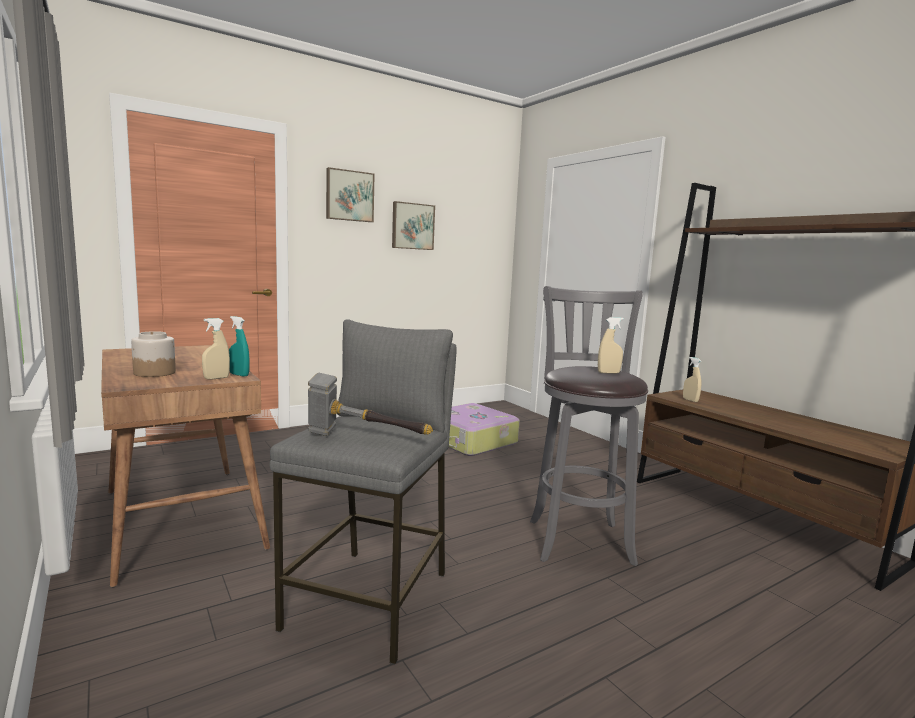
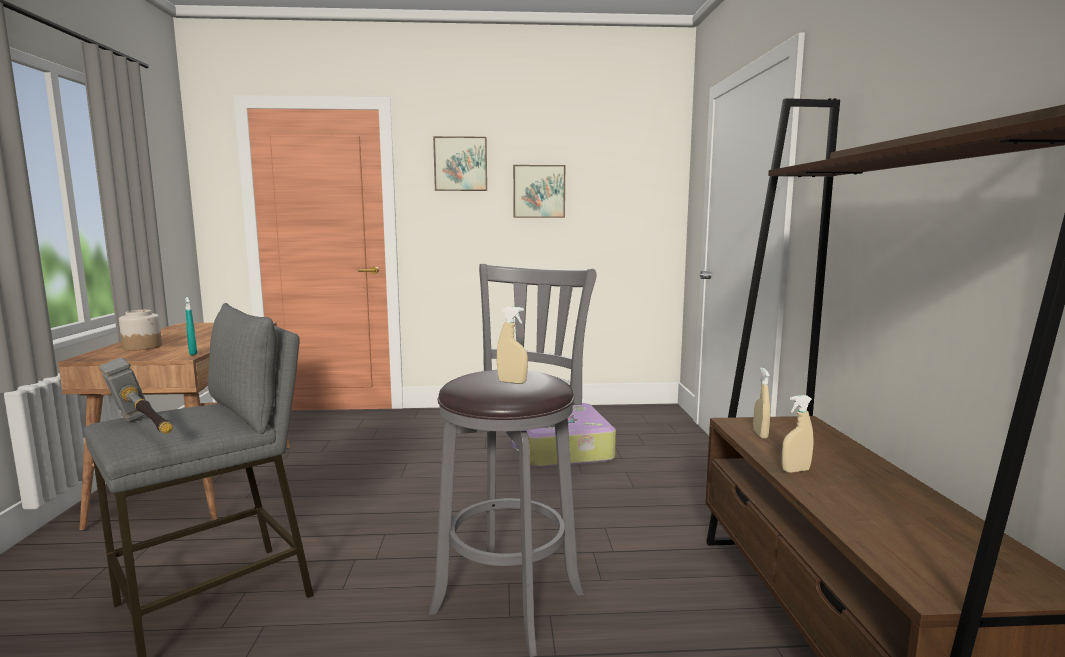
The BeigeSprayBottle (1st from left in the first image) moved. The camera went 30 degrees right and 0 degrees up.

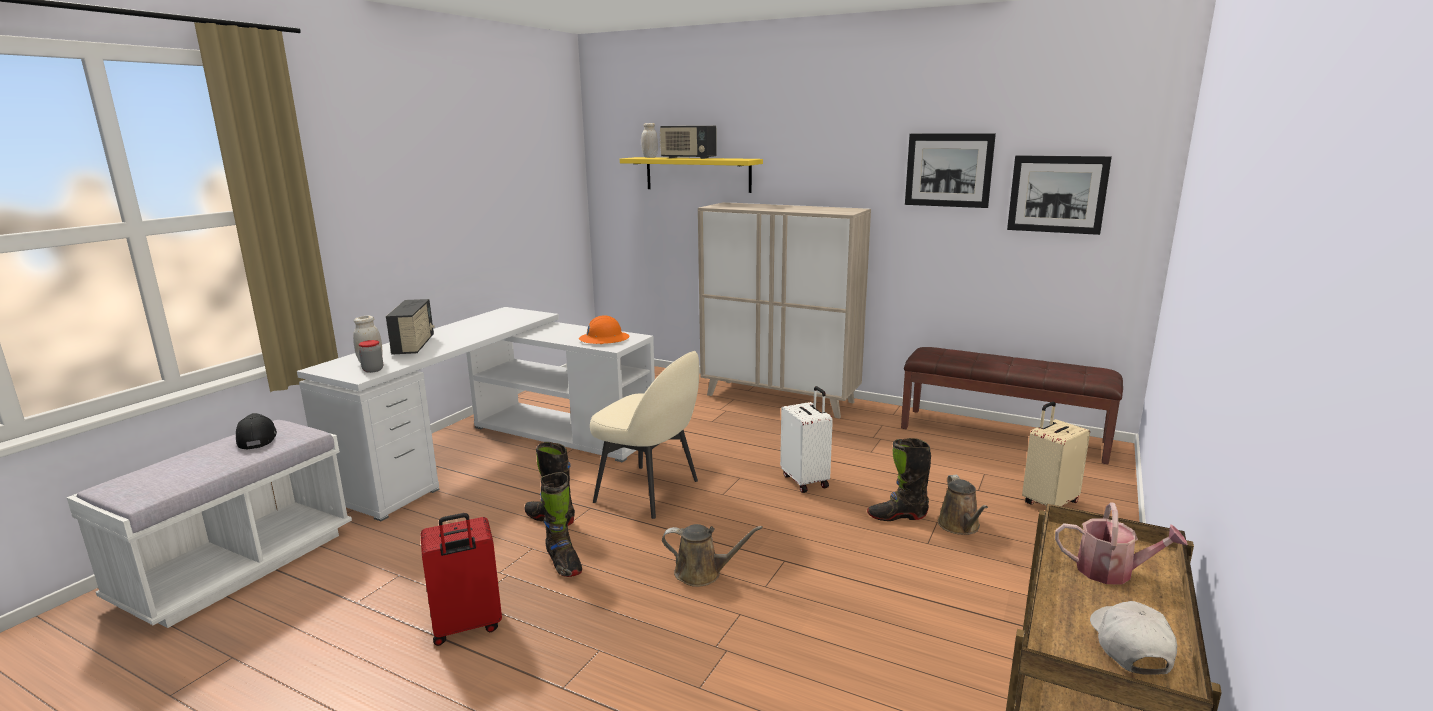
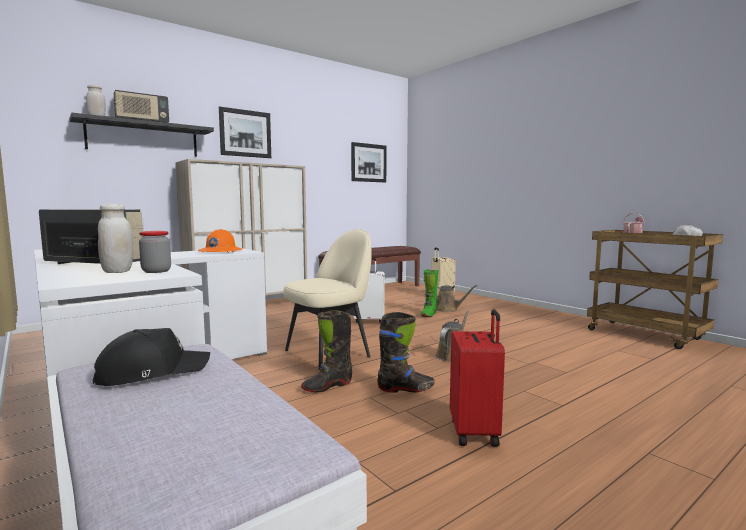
The Picture (1st from left) moved. The YellowShelf became the BlackShelf. The BlackBoot (3rd from left) became the GreenBoot. The BlackCap turned 150 degrees clockwise. The camera went 65 degrees left and 10 degrees down.

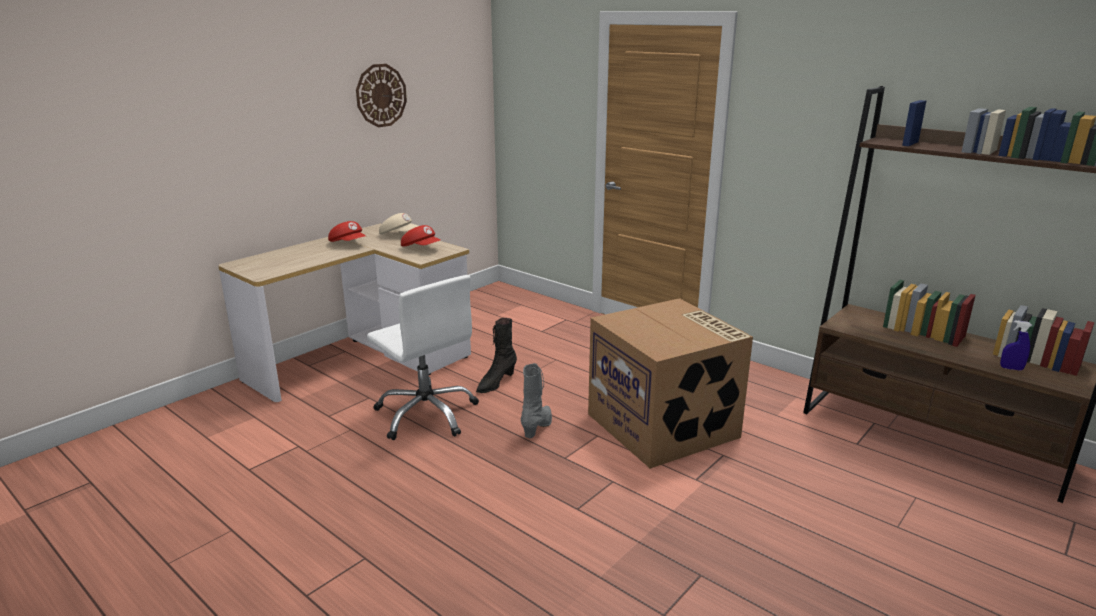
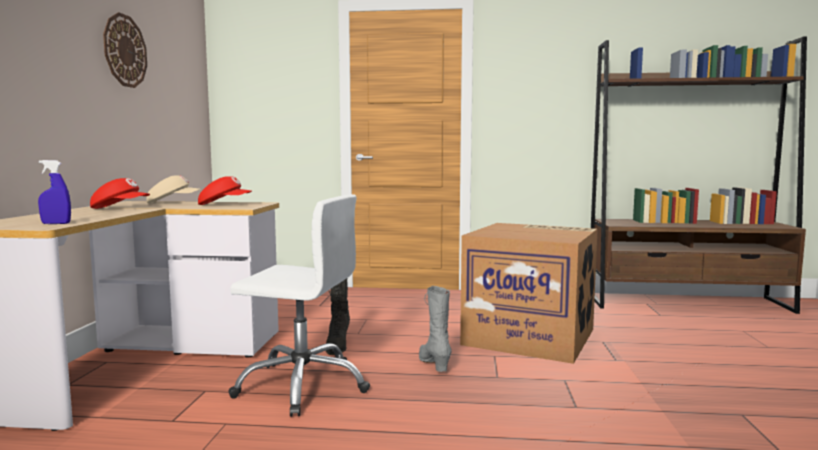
The BlueSprayBottle moved. The camera went 35 degrees left and 15 degrees down.

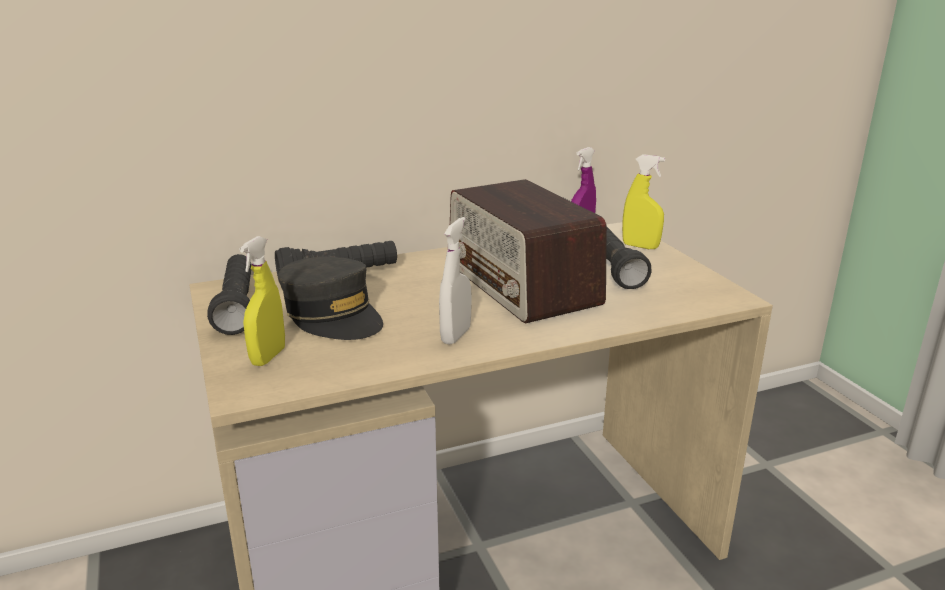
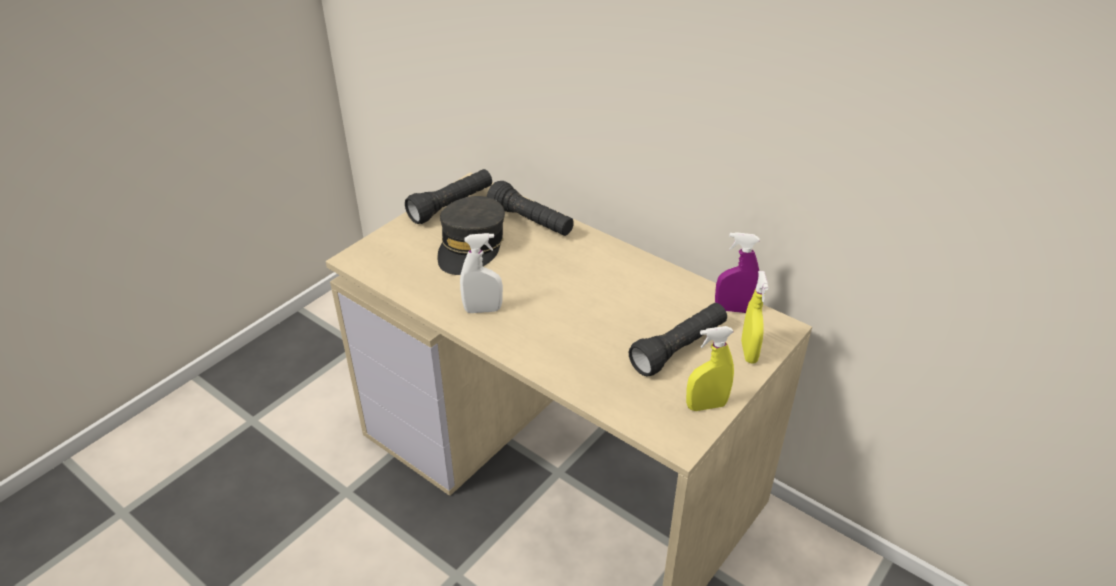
The Radio disappeared. The YellowSprayBottle (1st from left) moved. The camera went 60 degrees right and 15 degrees up.

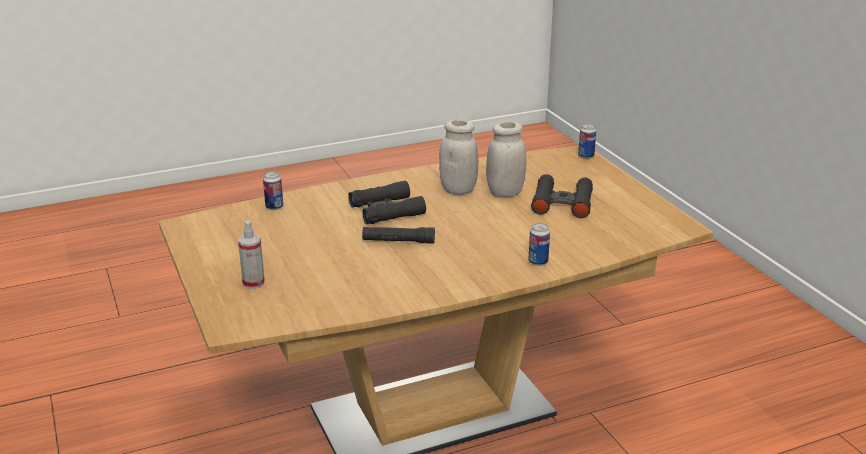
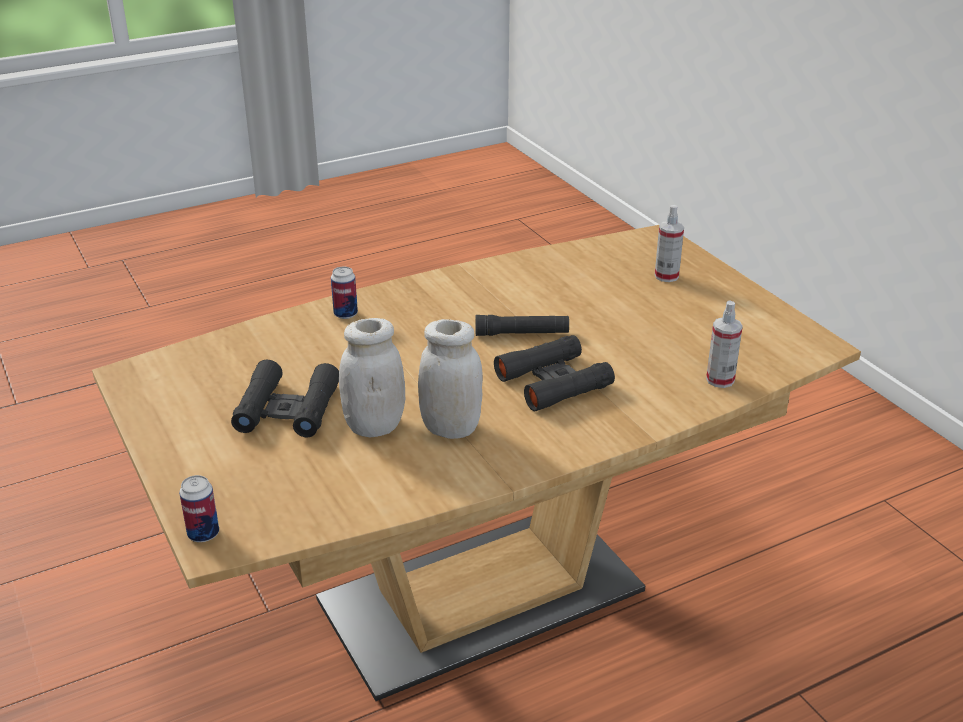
The Can (1st from left) was replaced by the SprayBottle (2nd from left). The camera went 175 degrees right and 5 degrees up.

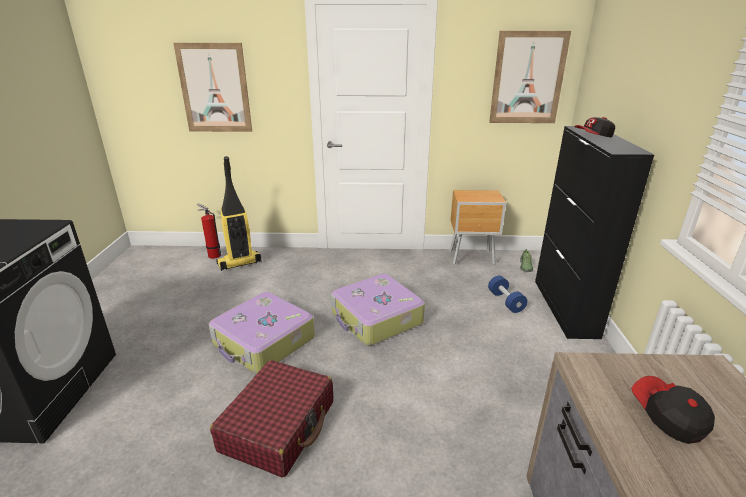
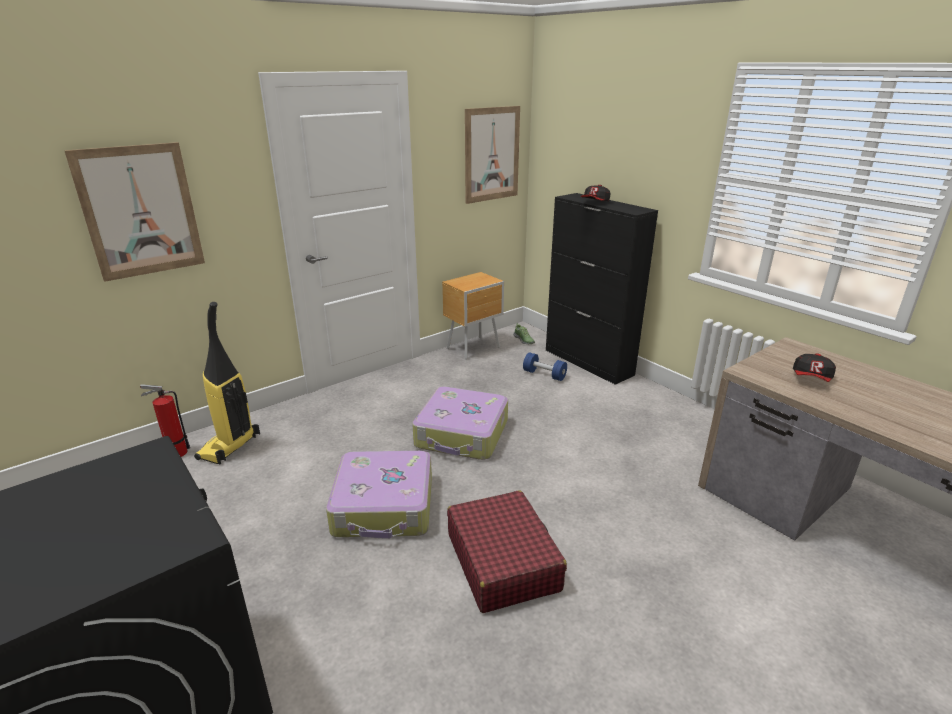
The Cap (2nd from left) turned 90 degrees counterclockwise. The camera went 40 degrees left and 0 degrees up.

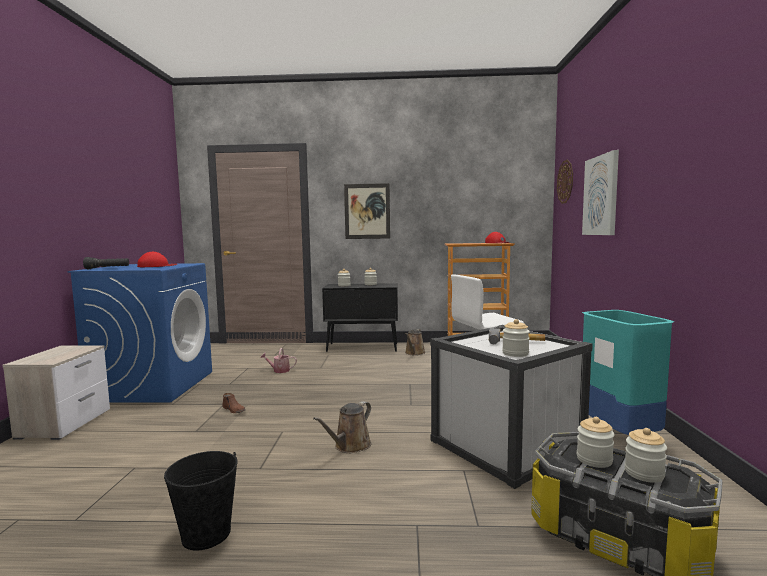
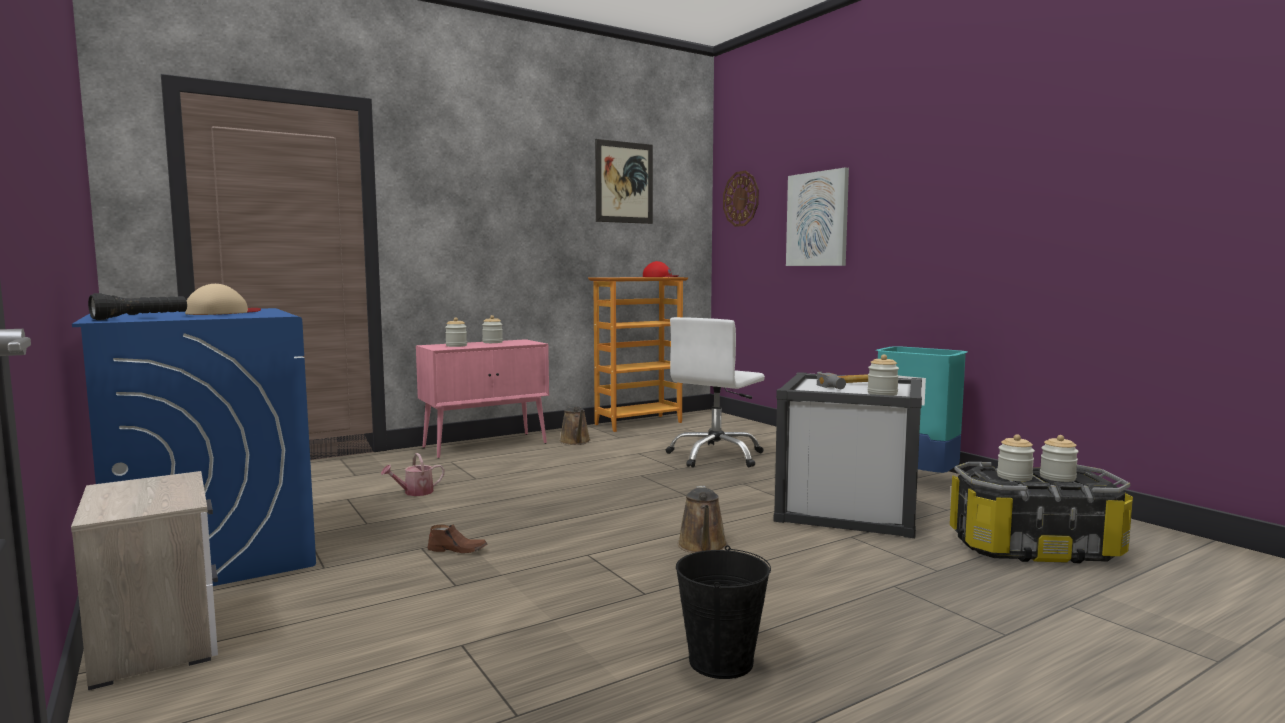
The Picture (1st from left) moved. The RedCap (1st from left) became the BeigeCap. The BlackCabinet became the PinkCabinet. The camera went 35 degrees left and 0 degrees up.

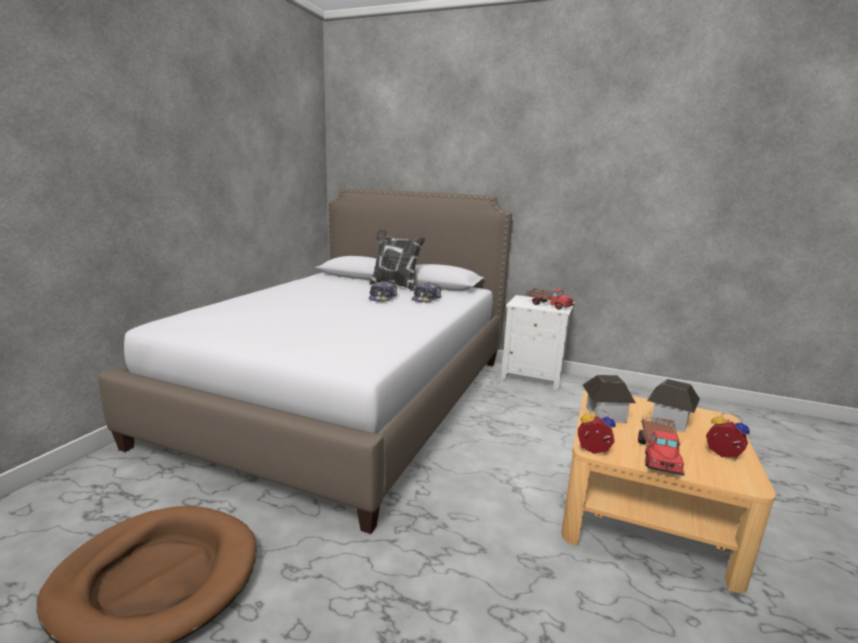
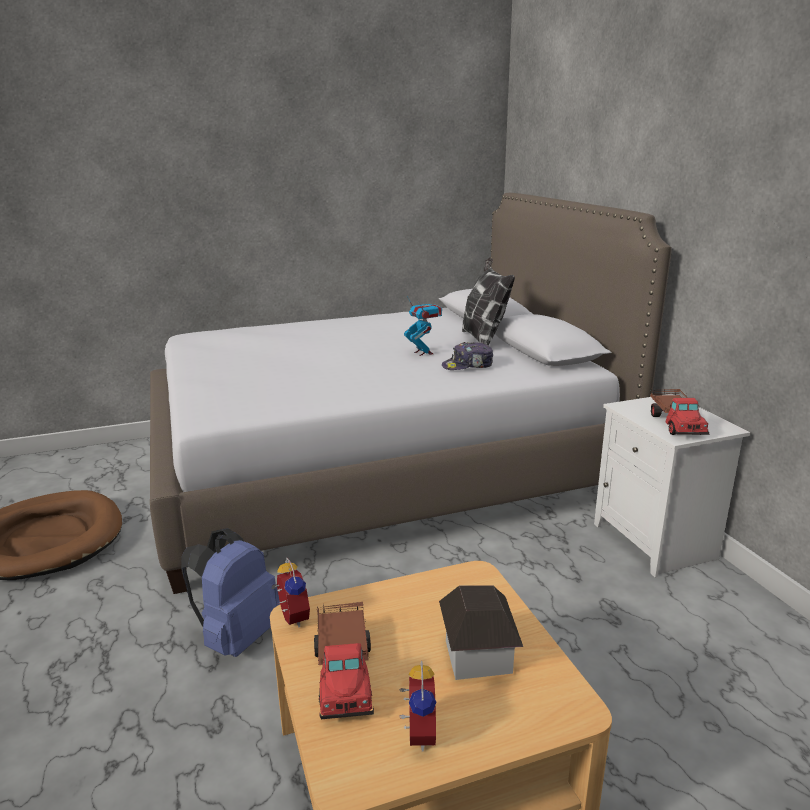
The ToyHouse (1st from left) disappeared. The BlueBackpack appeared. The Cap (1st from left) was replaced by the ToyRobot. The ToyTruck (2nd from left in the first image) turned 75 degrees counterclockwise. The camera went 50 degrees right and 5 degrees up.

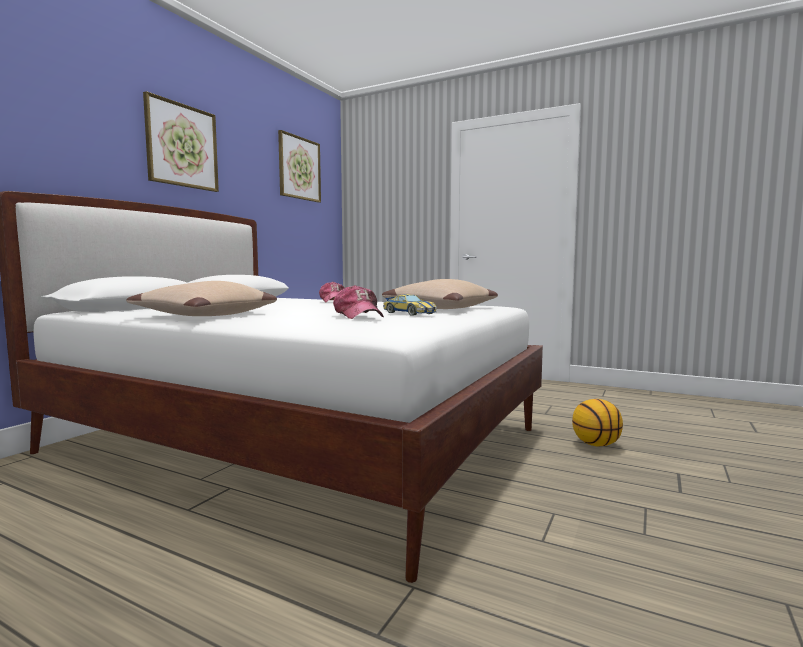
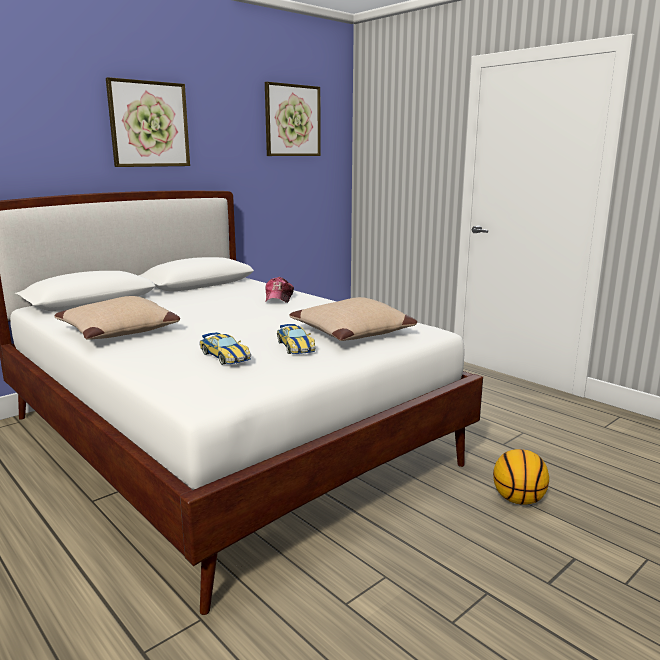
The Cap (2nd from left) was replaced by the ToyCar (1st from left). The camera went 20 degrees right and 10 degrees up.

